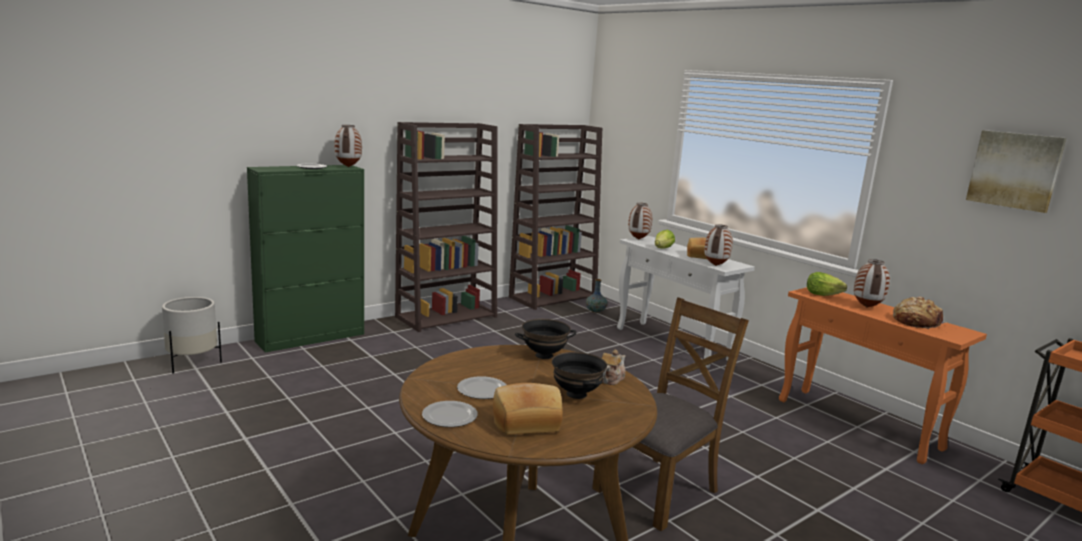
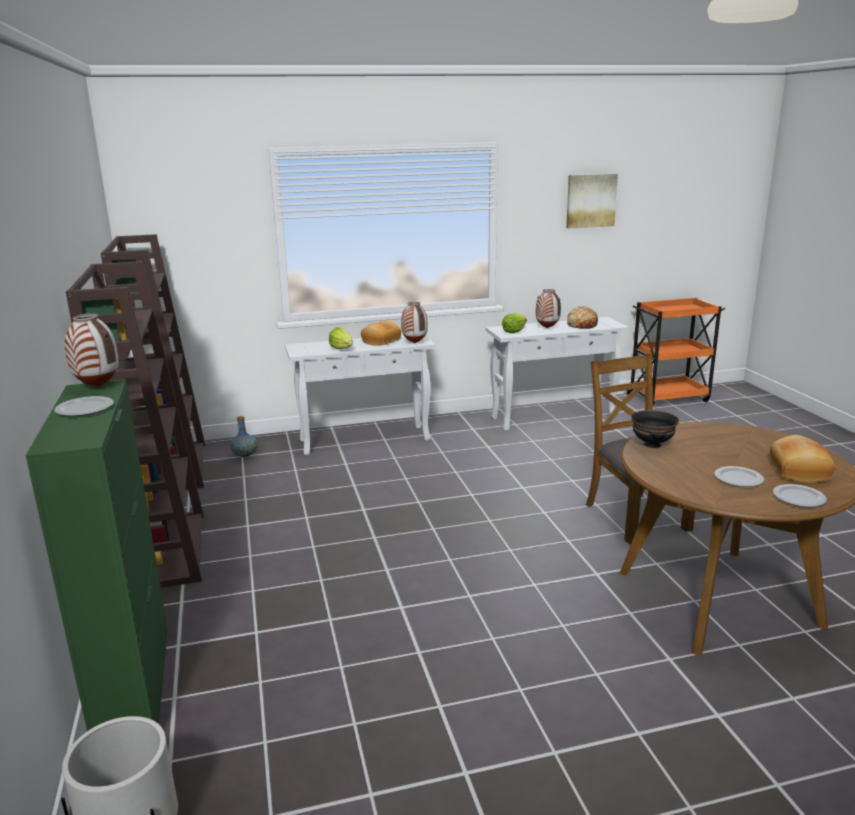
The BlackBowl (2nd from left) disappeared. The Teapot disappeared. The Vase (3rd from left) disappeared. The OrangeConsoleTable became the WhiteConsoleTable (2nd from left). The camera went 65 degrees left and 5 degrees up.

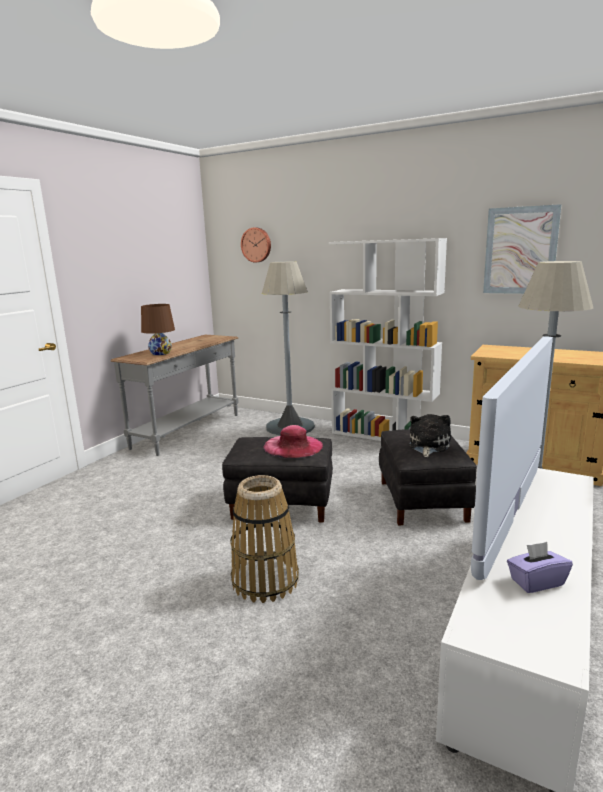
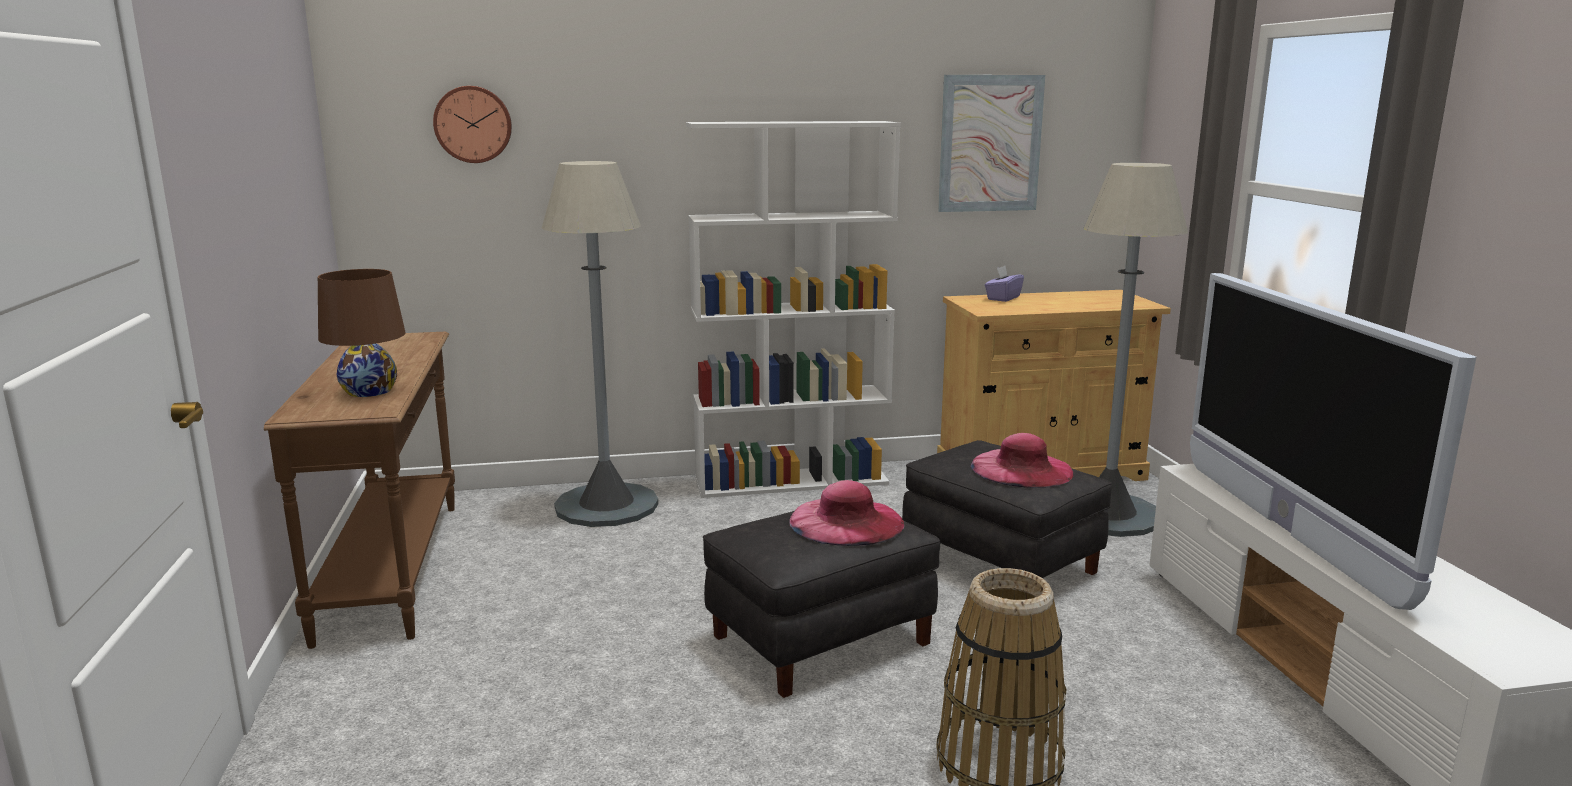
The PurpleTissueBox moved. The PlushToy was replaced by the PinkHat (2nd from left). The GreyConsoleTable became the BrownConsoleTable. The camera went 40 degrees left and 0 degrees up.

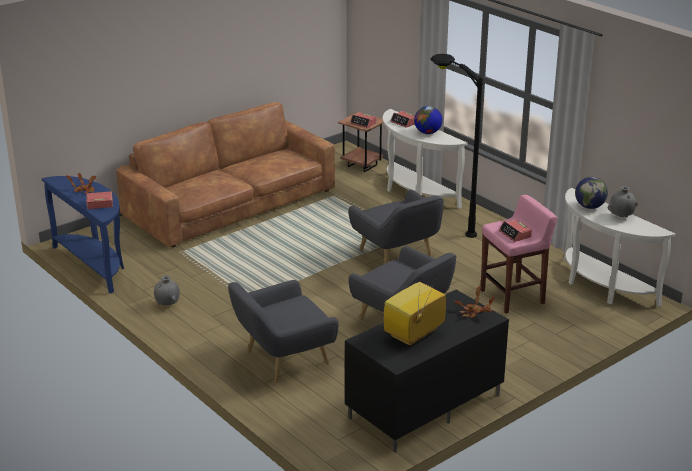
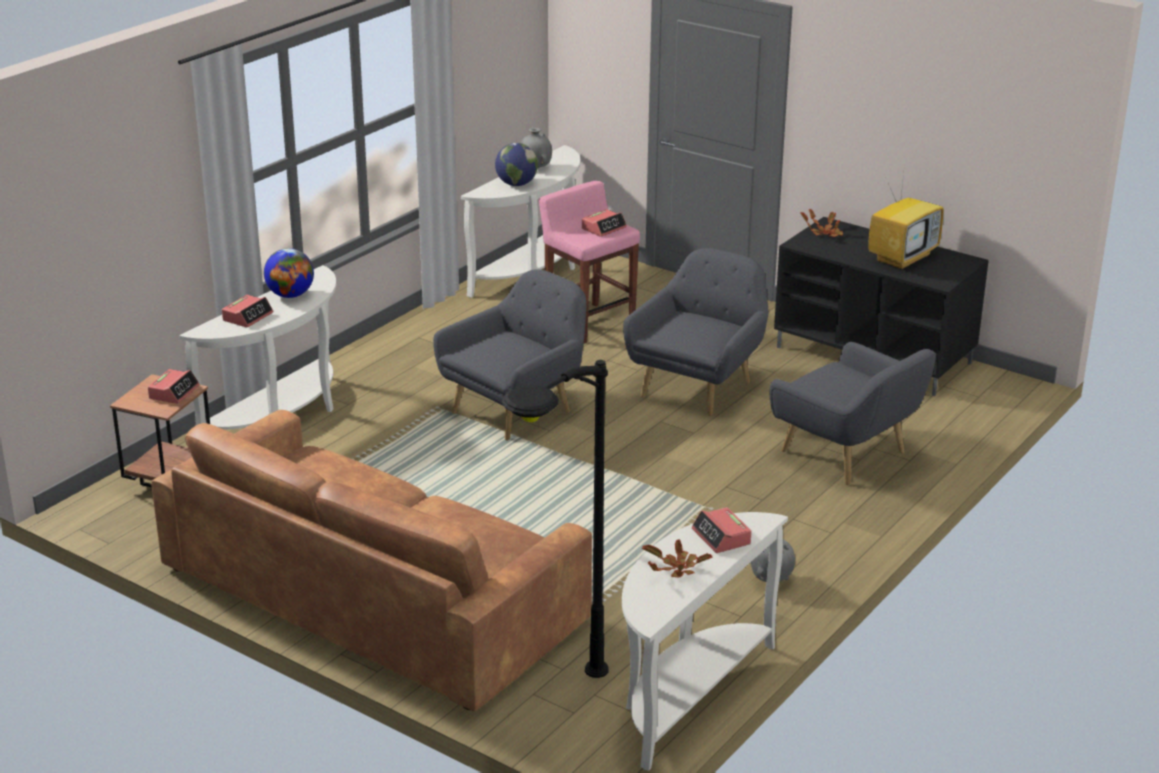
The BlackFloorLamp moved. The BlueConsoleTable became the WhiteConsoleTable (3rd from left). The Television turned 75 degrees counterclockwise. The camera went 105 degrees left and 0 degrees up.

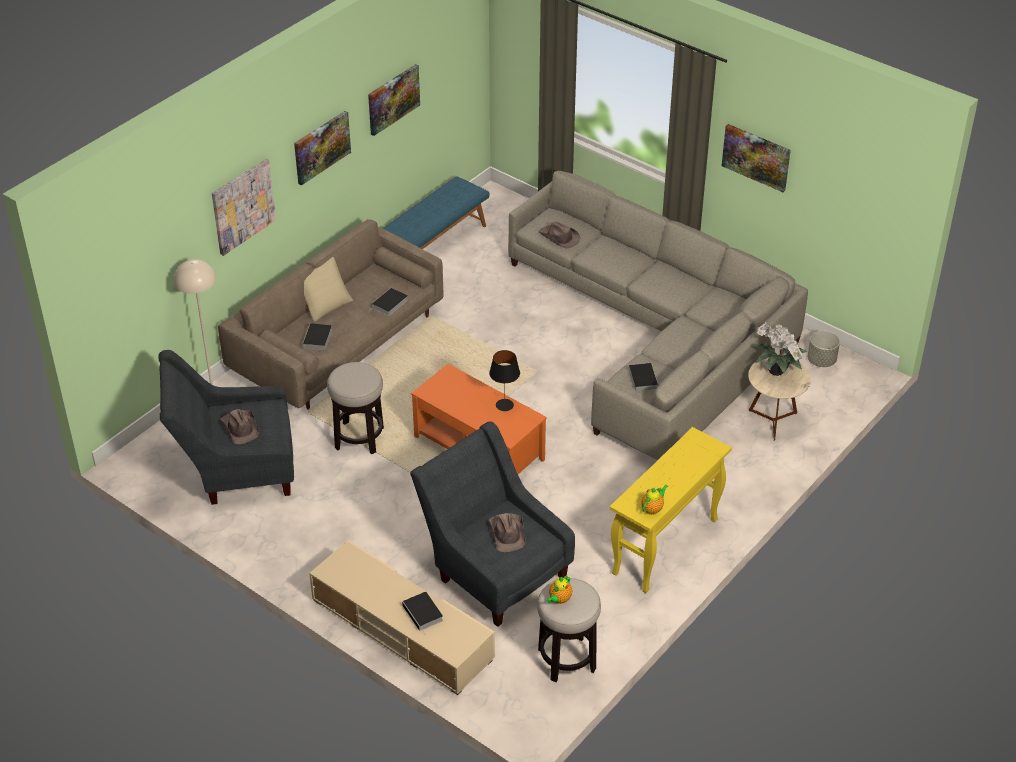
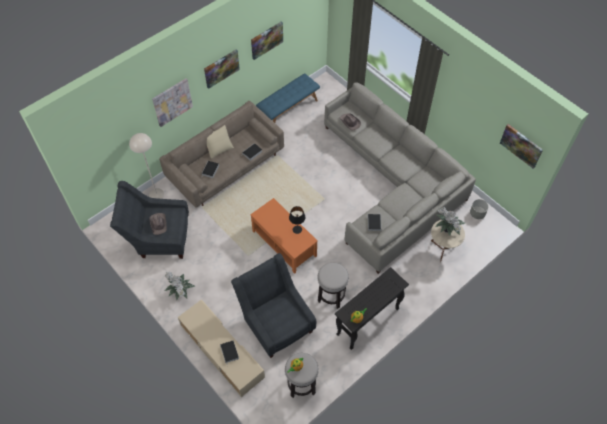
The BrownHat (2nd from left) disappeared. The PottedPlant (1st from left) appeared. The Stool (1st from left in the first image) moved. The Picture (4th from left) moved. The YellowConsoleTable became the BlackConsoleTable. The camera went 10 degrees right and 15 degrees up.

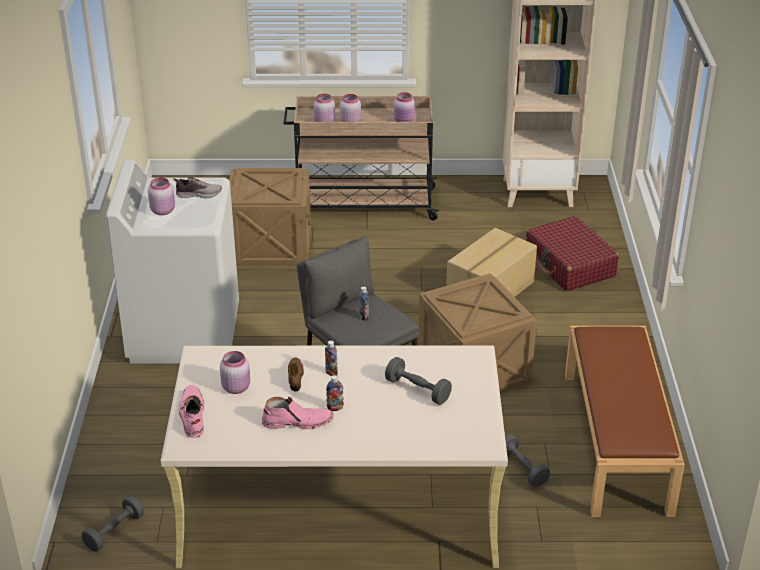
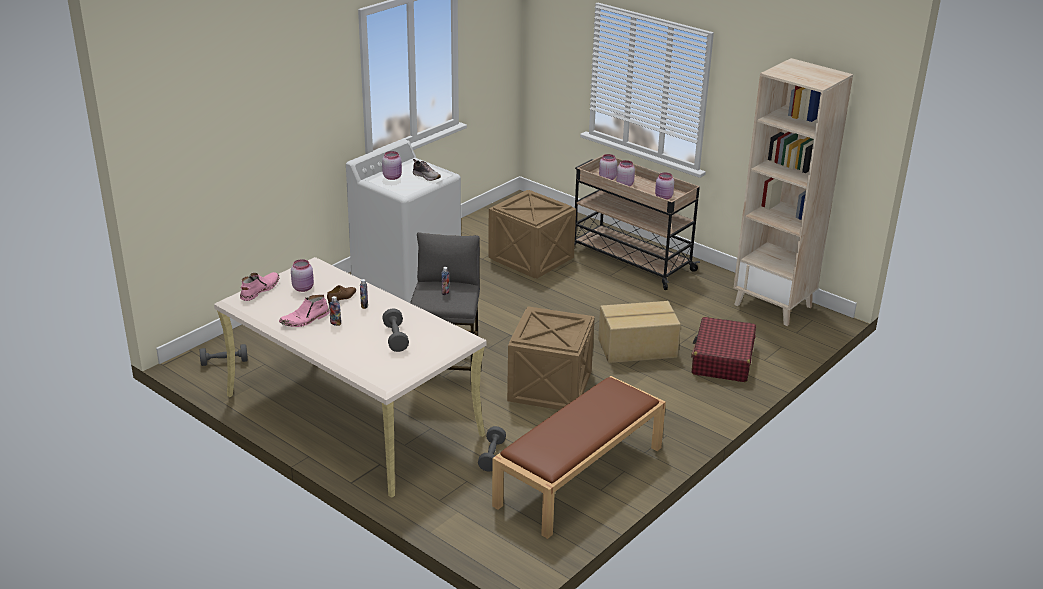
The PinkBoot (2nd from left) turned 105 degrees clockwise. The camera went 40 degrees right and 5 degrees down.

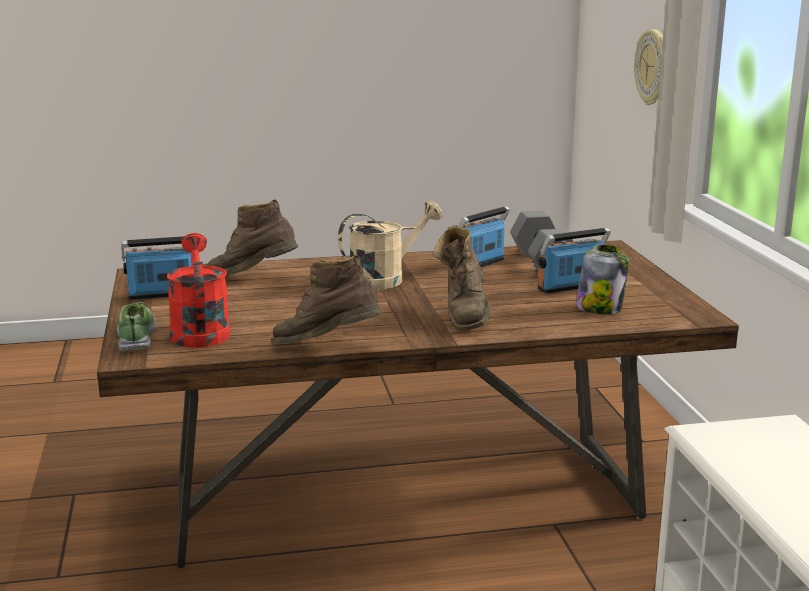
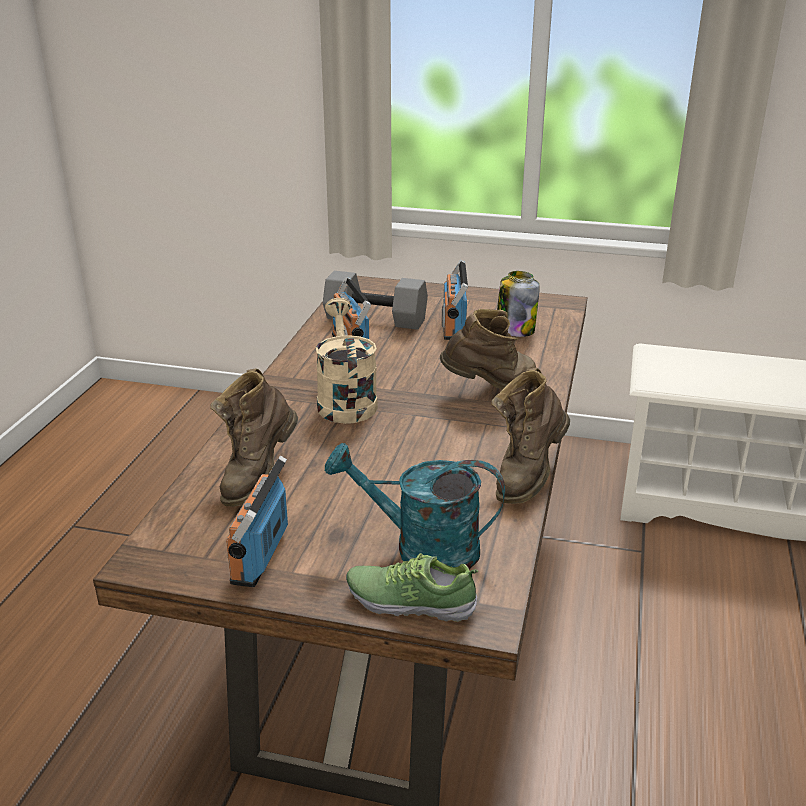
The WallClock disappeared. The RedWateringCan became the TurquoiseWateringCan. The BrownBoot (3rd from left in the first image) turned 45 degrees counterclockwise. The camera went 65 degrees left and 10 degrees up.

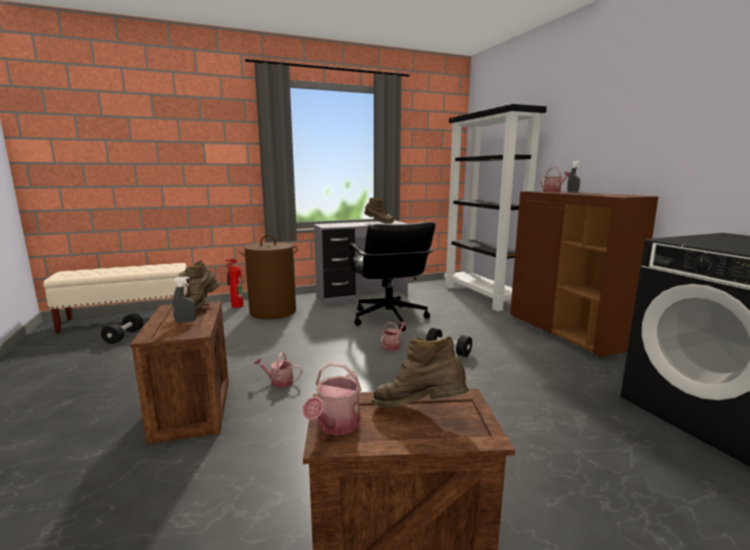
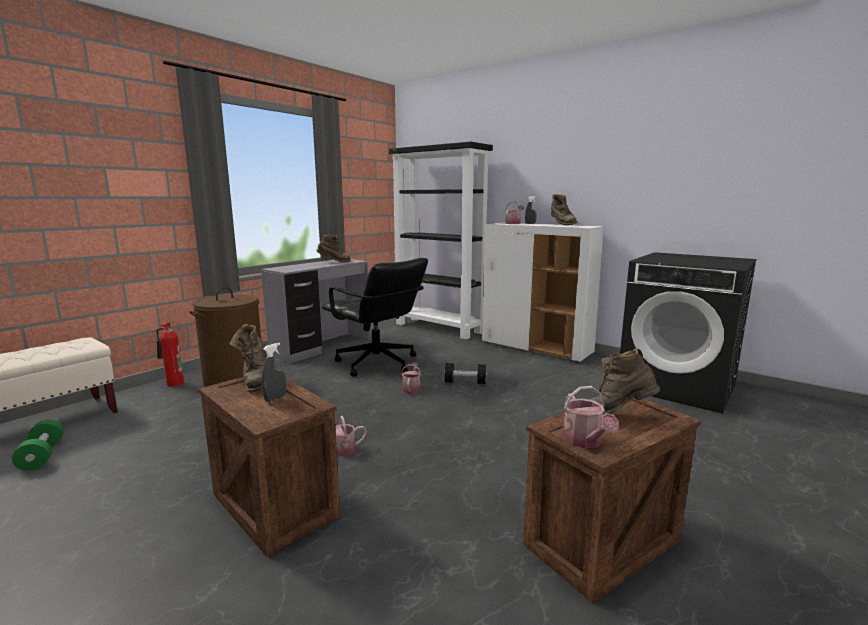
The BrownBoot (3rd from left) appeared. The BlackDumbbell (1st from left) became the GreenDumbbell. The BrownCabinet became the WhiteCabinet. The camera went 30 degrees left and 0 degrees up.

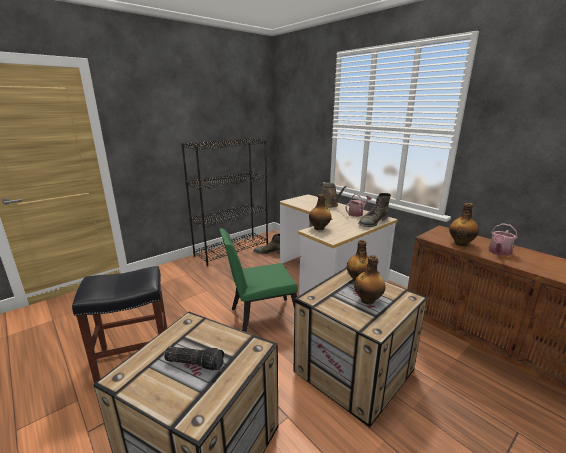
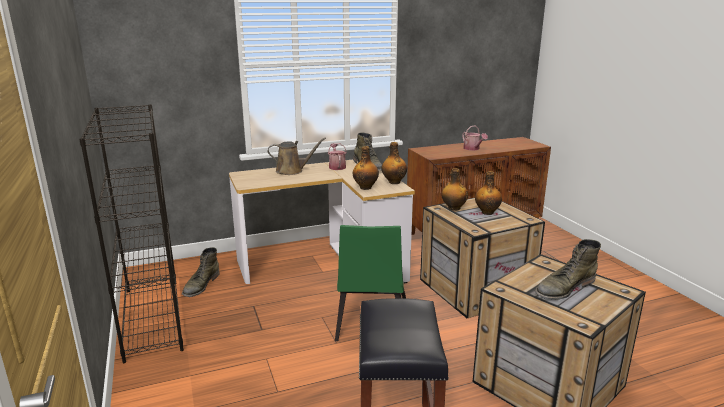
The Bottle (4th from left in the first image) moved. The Flashlight was replaced by the GreenBoot (3rd from left). The camera went 70 degrees left and 0 degrees up.

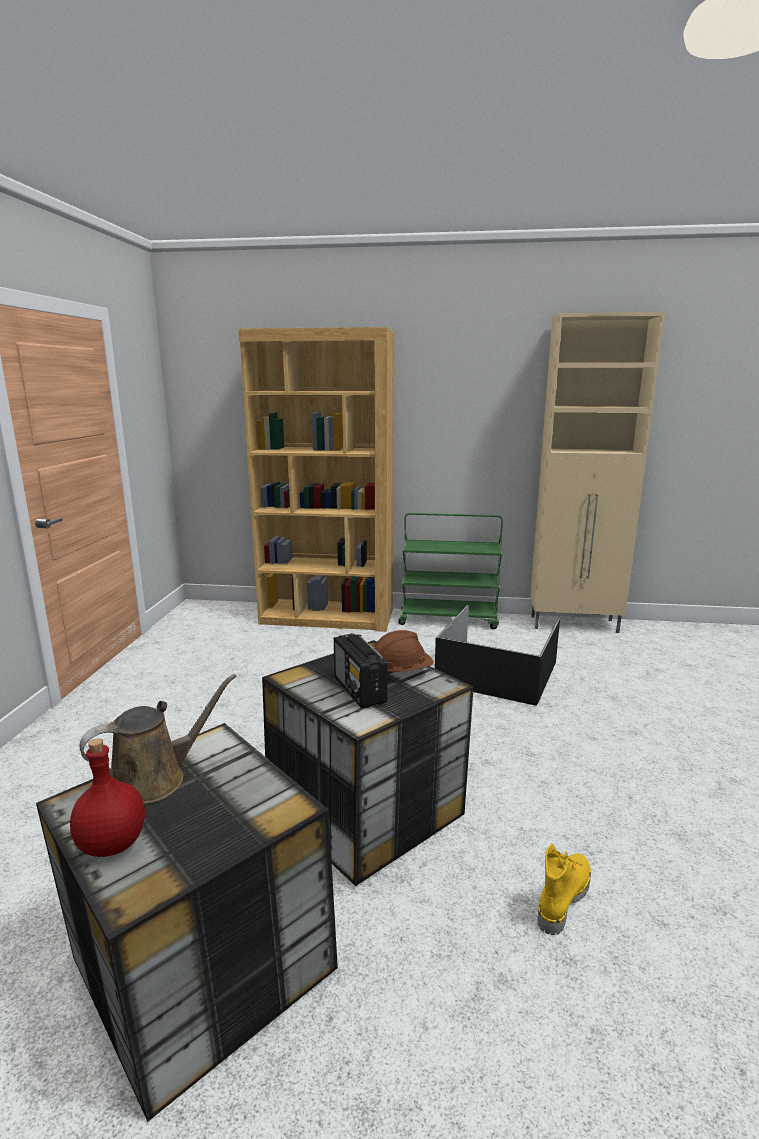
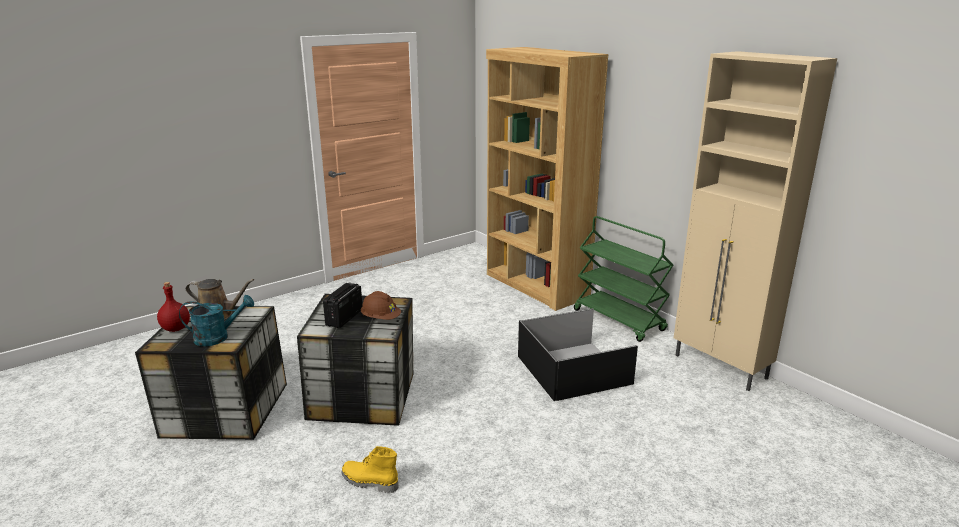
The TurquoiseWateringCan appeared. The YellowBoot turned 150 degrees counterclockwise. The camera went 45 degrees right and 5 degrees up.

